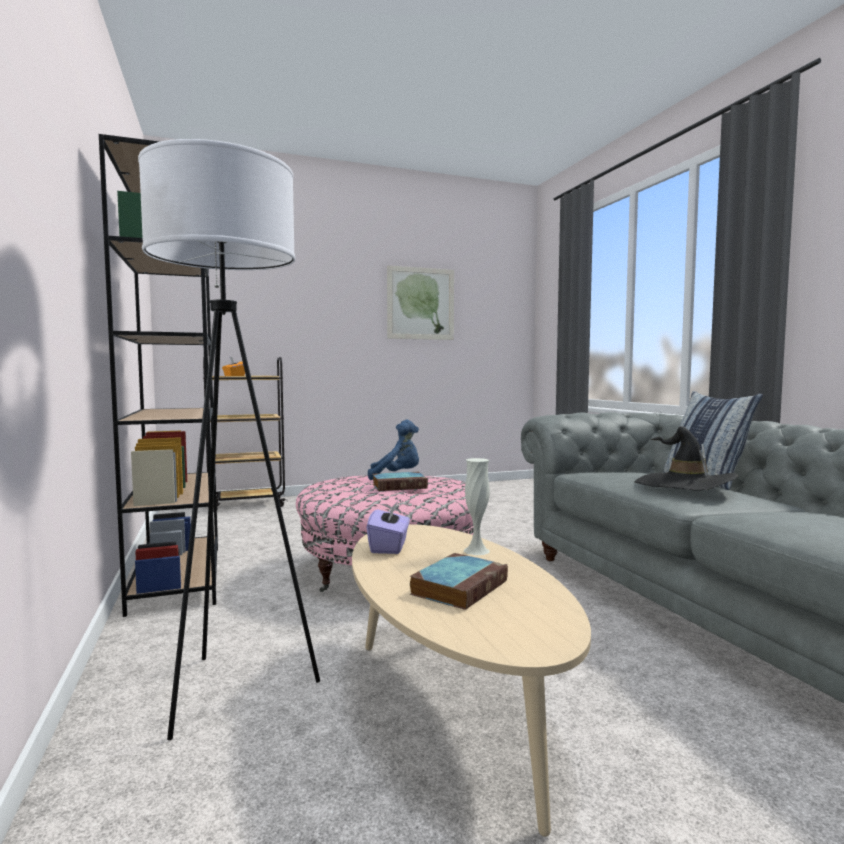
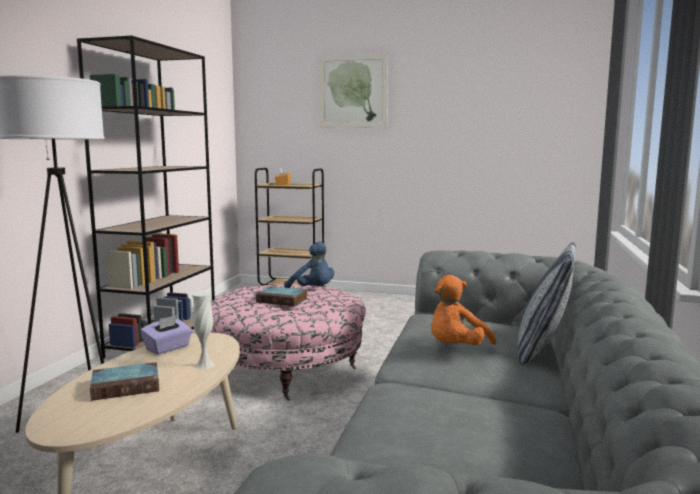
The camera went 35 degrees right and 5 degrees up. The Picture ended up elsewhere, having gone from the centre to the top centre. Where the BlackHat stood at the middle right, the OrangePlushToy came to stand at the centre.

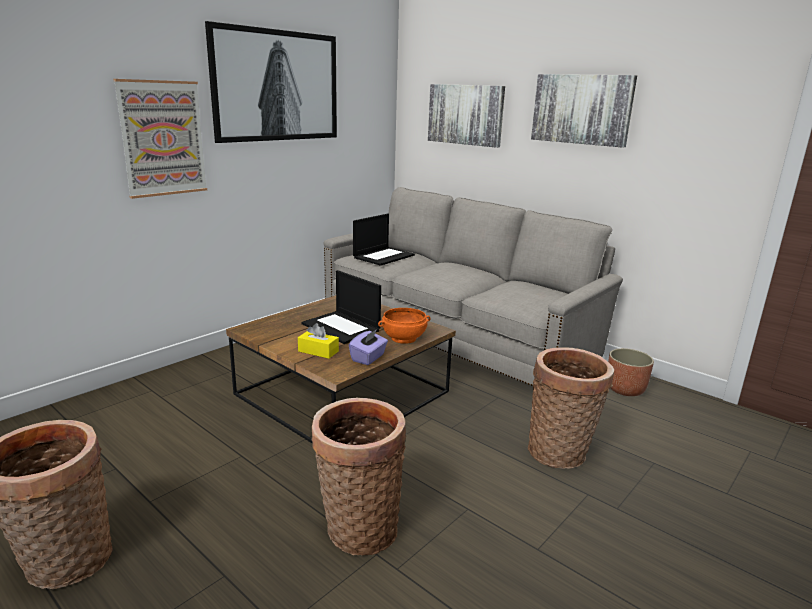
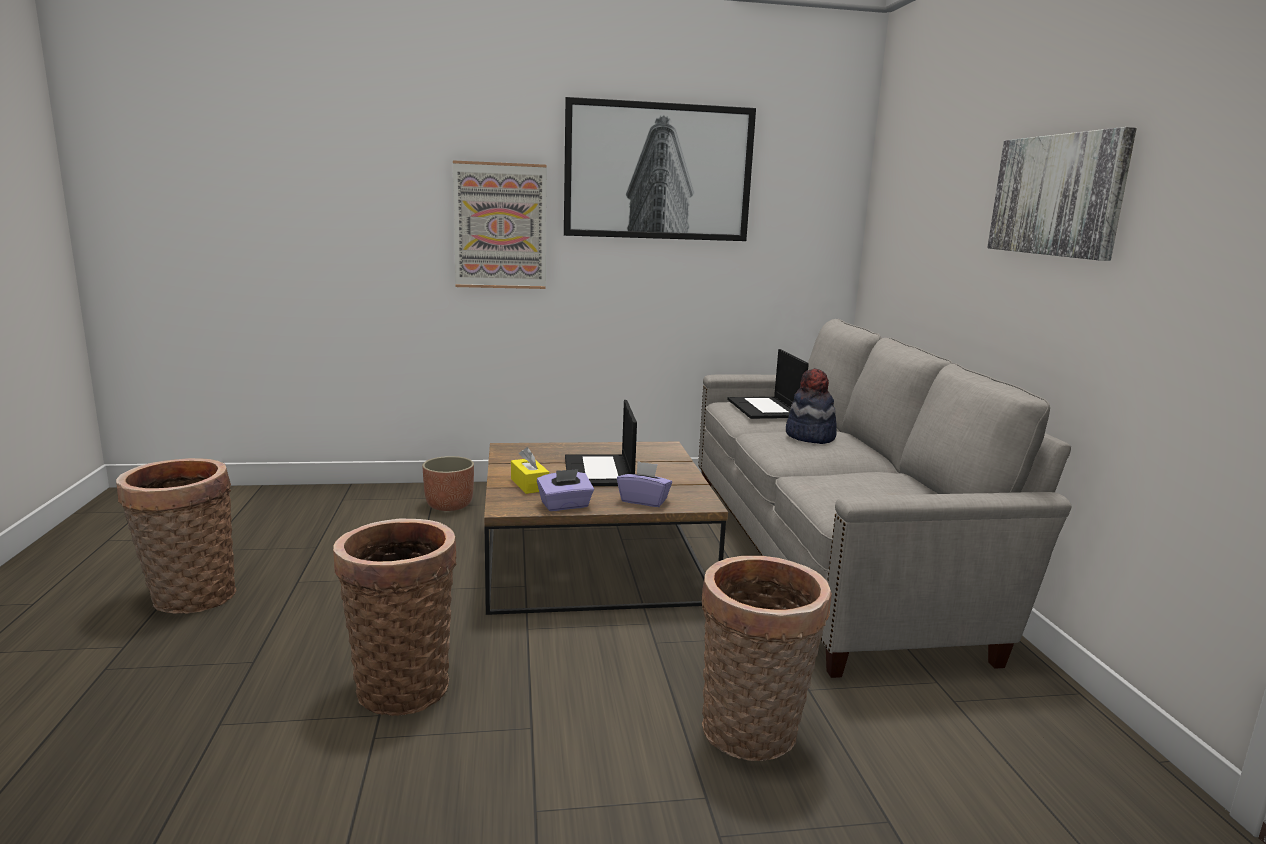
The camera went 40 degrees right and 5 degrees down. The second view lost the Picture (no. 3 from left) at the top centre. The second view gained the Hat at the centre. The Planter ended up elsewhere, having gone from the middle right to the centre. Where the OrangeBowl stood at the centre, the PurpleTissueBox (no. 2 from left) came to stand at the centre. The Laptop (no. 2 from left) at the centre ended up facing another way, 90 degrees clockwise from before.

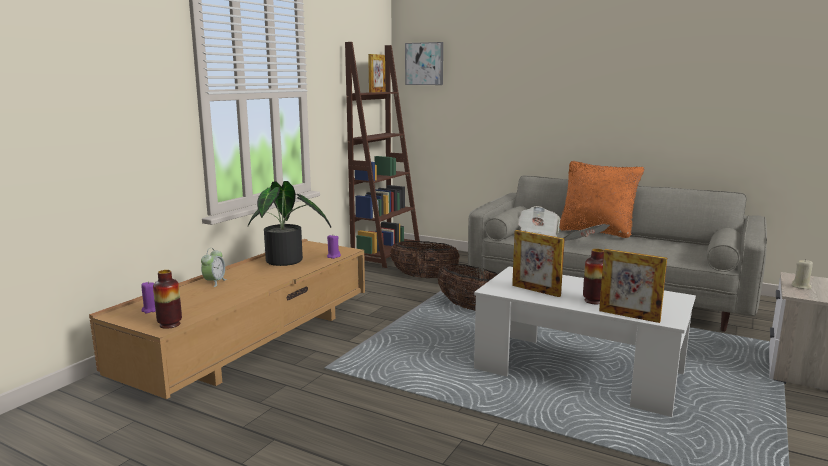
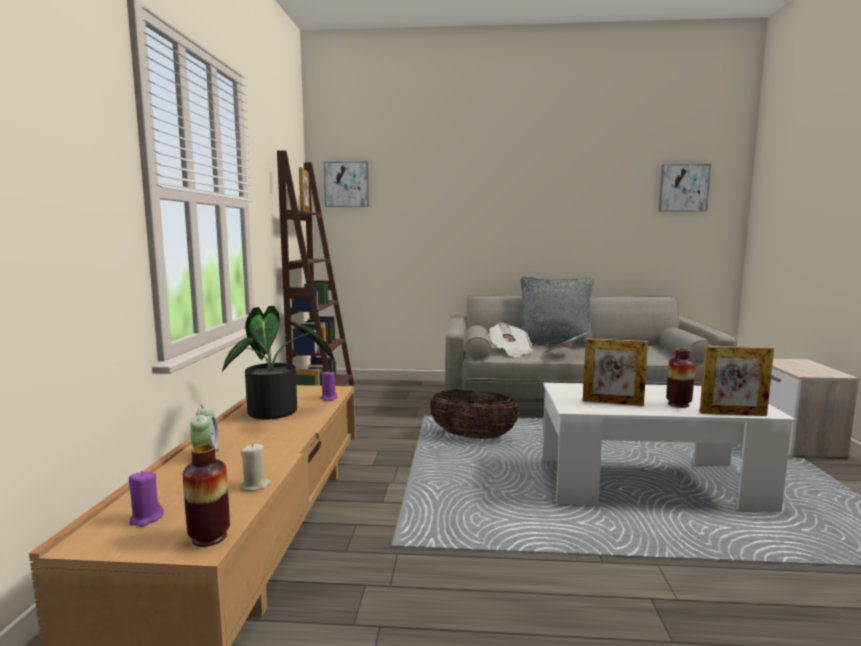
The camera went 25 degrees left and 5 degrees down. The second view lost the Basket (no. 1 from left) at the centre. The second view gained the Picture (no. 2 from left) at the top right. The BeigeCandle ended up elsewhere, having gone from the middle right to the bottom left. What was the OrangePillow at the middle right turned into the GreyPillow at the centre.

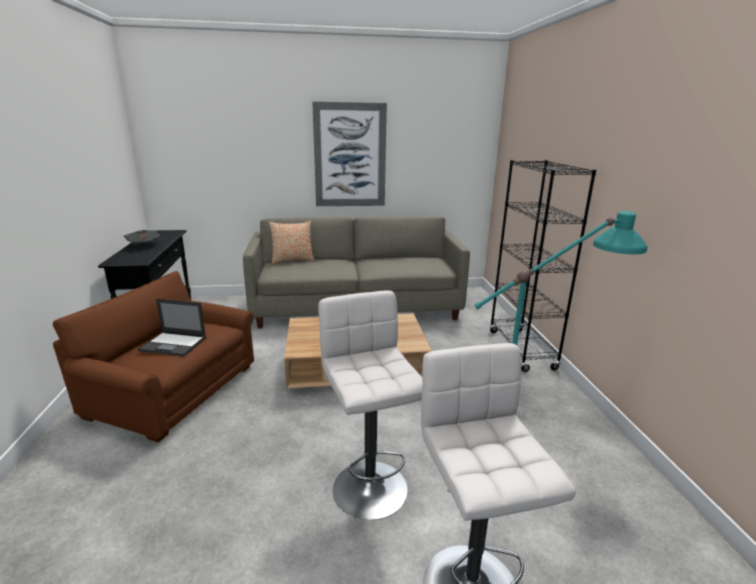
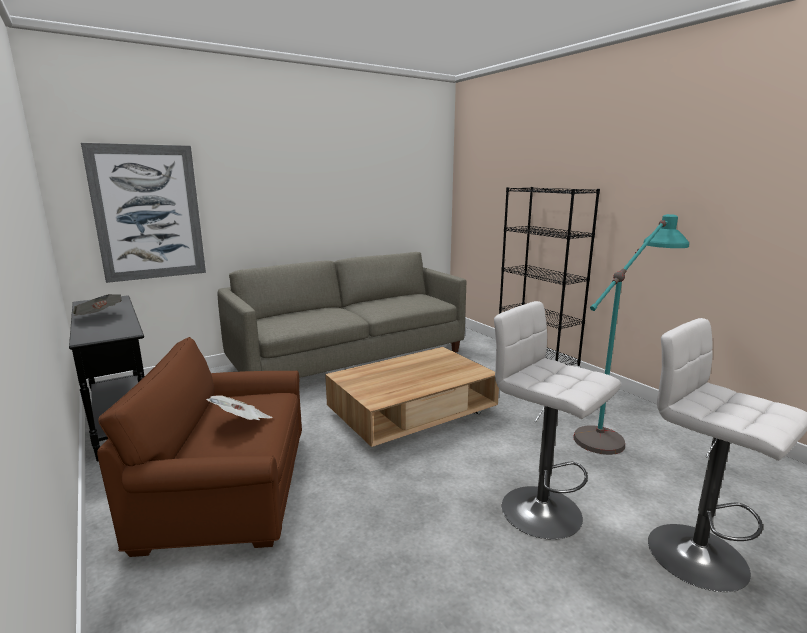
The camera went 25 degrees left and 5 degrees down. The second view lost the BeigePillow at the centre. The Picture ended up elsewhere, having gone from the top centre to the middle left. Where the Laptop stood at the middle left, the Newspaper (no. 2 from left) came to stand at the middle left.

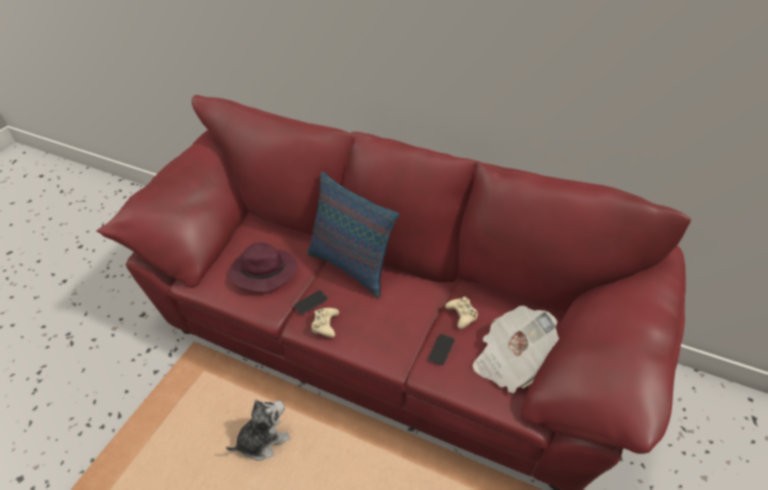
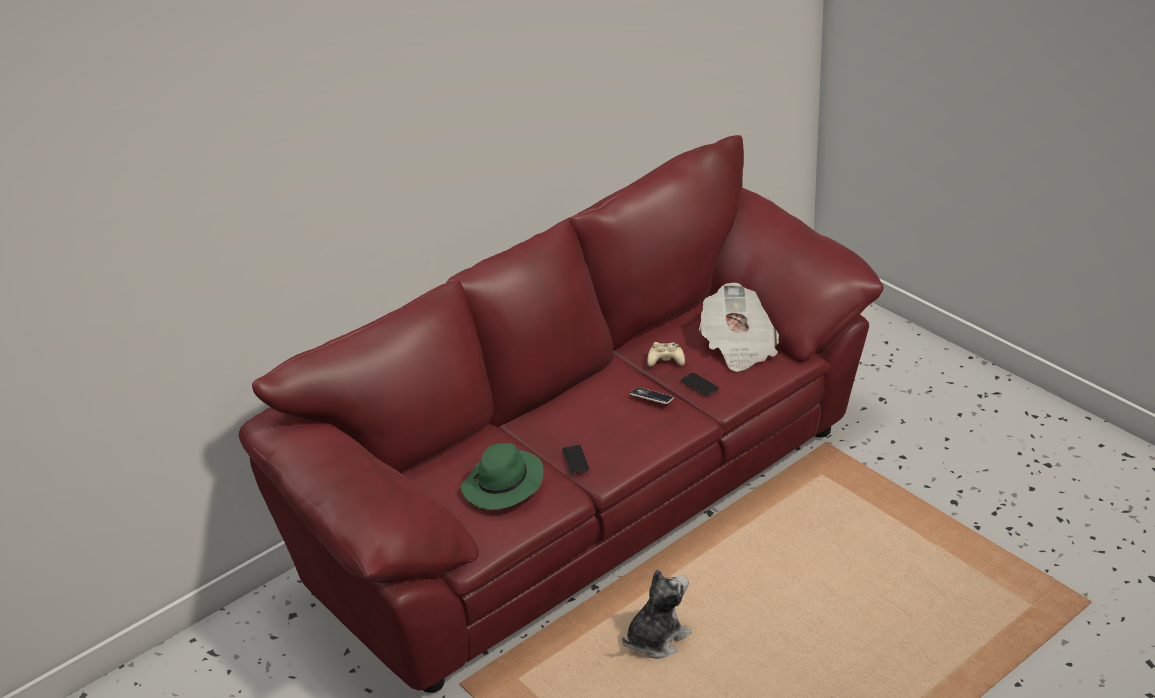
The camera went 65 degrees left and 10 degrees down. The second view lost the BluePillow at the centre. The second view lost the BeigeGameController (no. 1 from left) at the centre. The second view gained the Phone (no. 2 from left) at the centre. What was the PurpleHat at the centre turned into the GreenHat at the bottom centre. The PlushToy at the bottom centre ended up facing another way, 60 degrees clockwise from before.

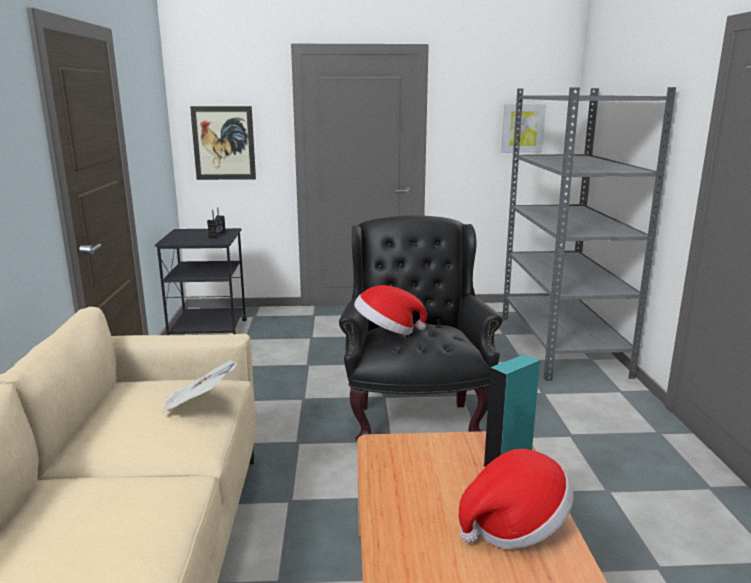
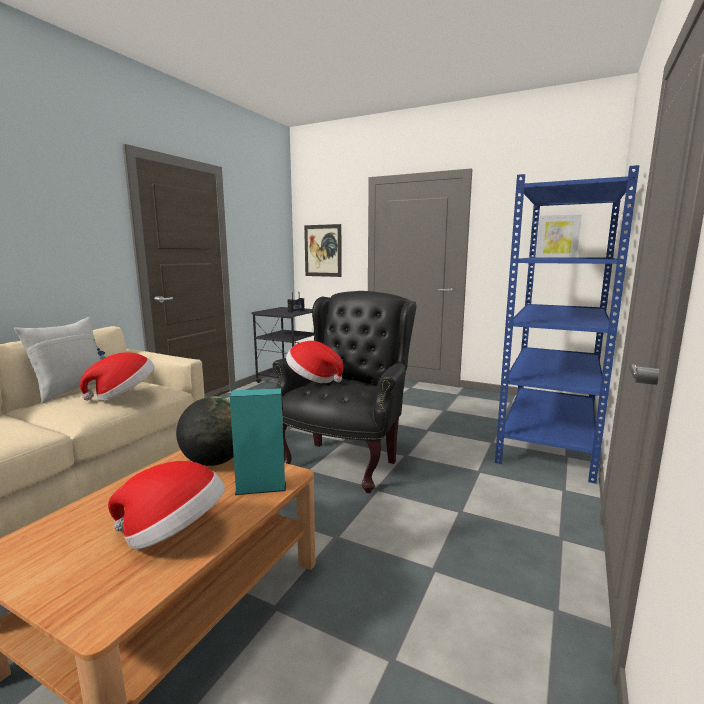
The camera went 30 degrees right and 5 degrees down. The second view gained the GreyPillow at the middle left. The second view gained the Globe at the middle left. Where the Newspaper stood at the middle left, the Hat (no. 1 from left) came to stand at the middle left. What was the GreyBookcase at the middle right turned into the BlueBookcase at the middle right.

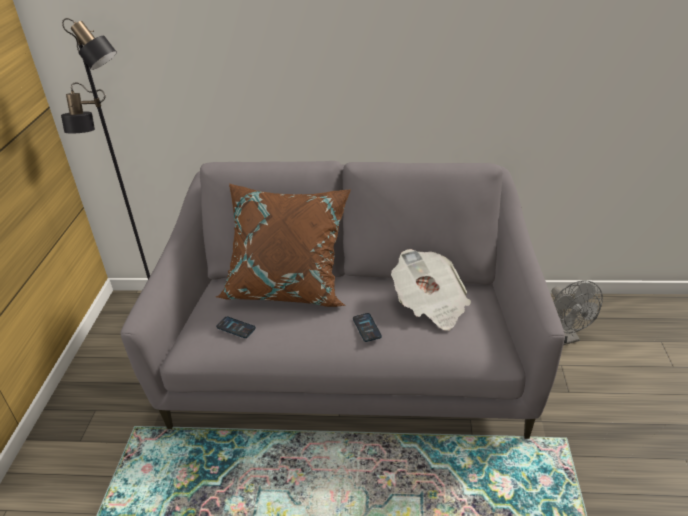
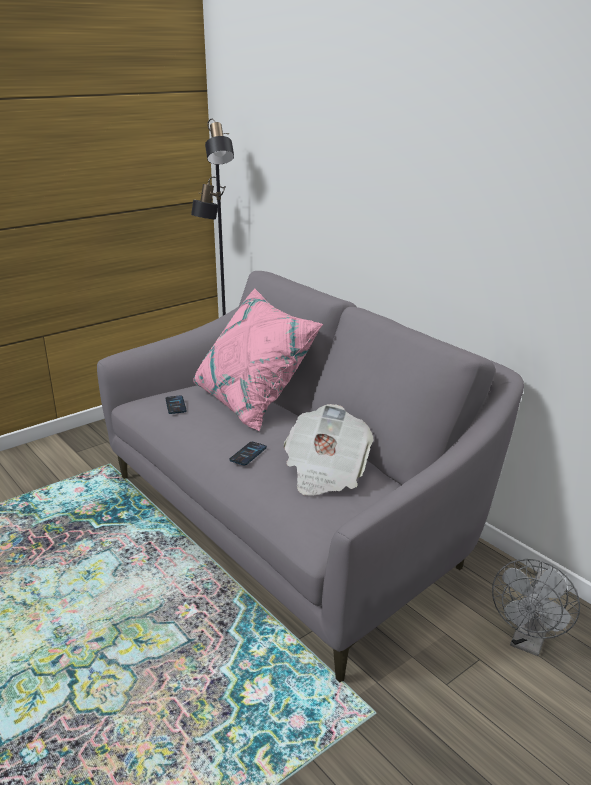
The camera went 45 degrees right and 10 degrees down. What was the BrownPillow at the centre turned into the PinkPillow at the centre.

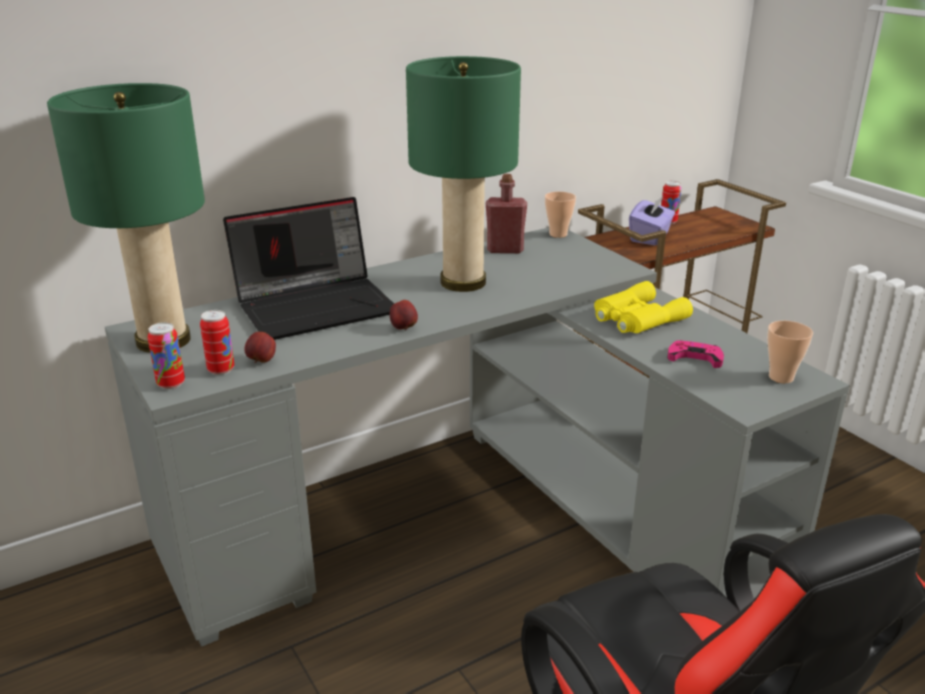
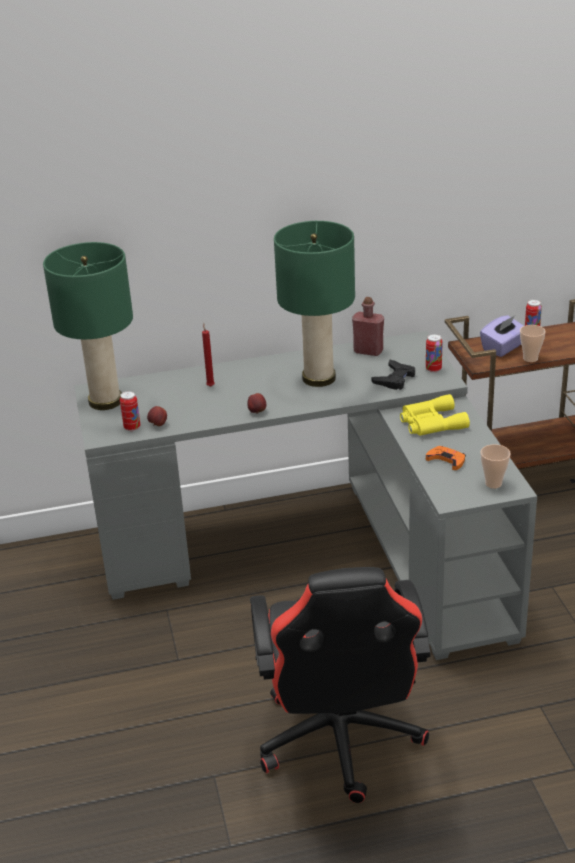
The camera went 20 degrees right and 5 degrees up. The second view gained the BlackGameController at the middle right. The Can (no. 1 from left in the first image) ended up elsewhere, having gone from the middle left to the middle right. The Cup (no. 1 from left in the first image) ended up elsewhere, having gone from the top centre to the middle right. Where the Laptop stood at the middle left, the RedCandle came to stand at the centre. What was the PinkGameController at the middle right turned into the OrangeGameController at the middle right.

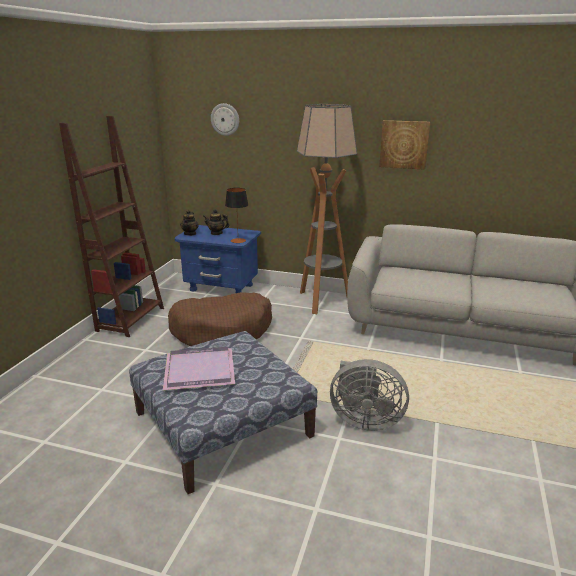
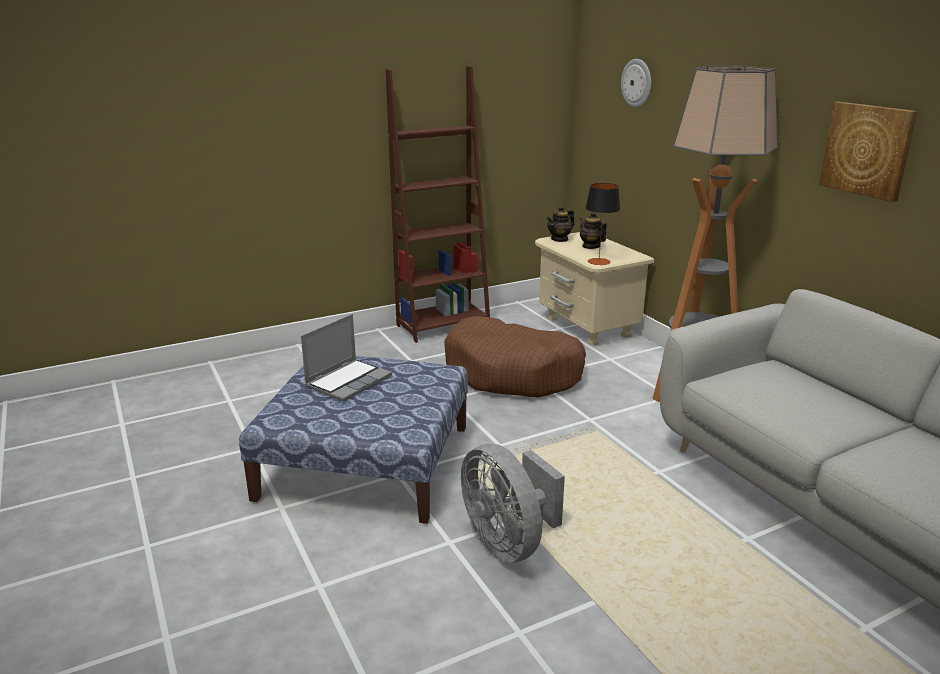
The camera went 45 degrees right and 0 degrees up. Where the PurpleTray stood at the centre, the Laptop came to stand at the centre. What was the BlueNightstand at the centre turned into the BeigeNightstand at the centre.

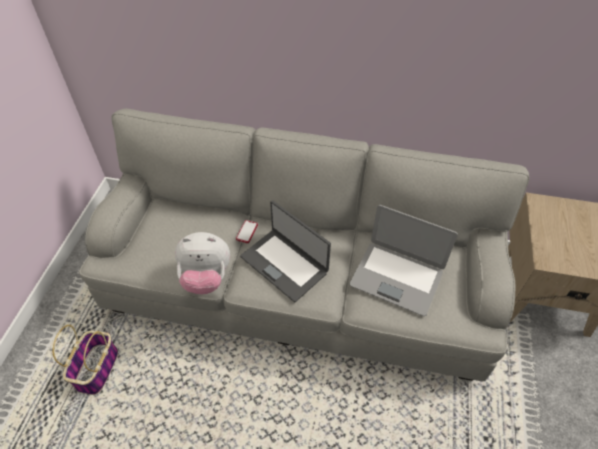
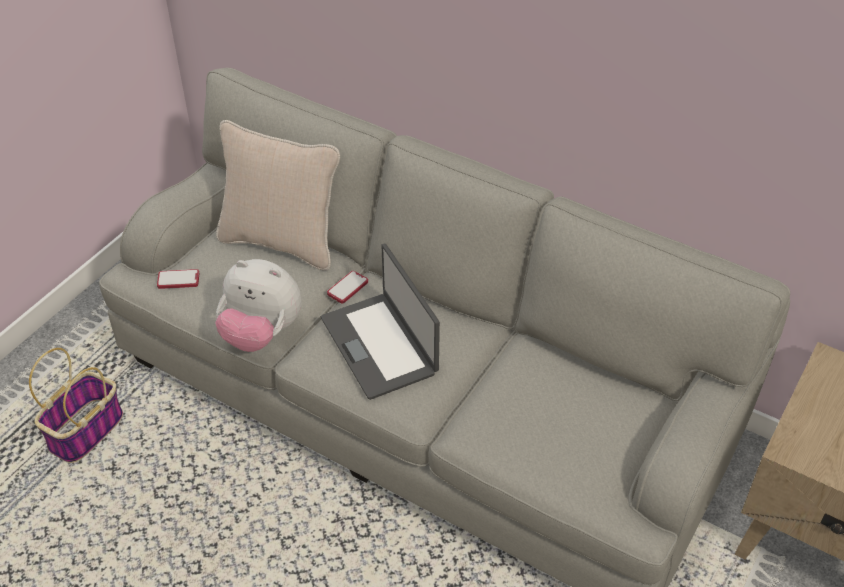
The camera went 20 degrees right and 5 degrees down. The second view lost the Laptop (no. 2 from left) at the middle right. The second view gained the Phone (no. 1 from left) at the middle left. The second view gained the BeigePillow at the top left.

